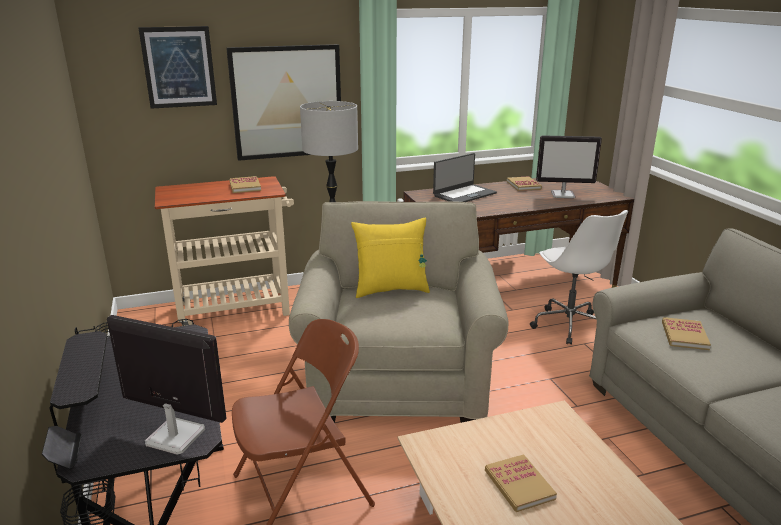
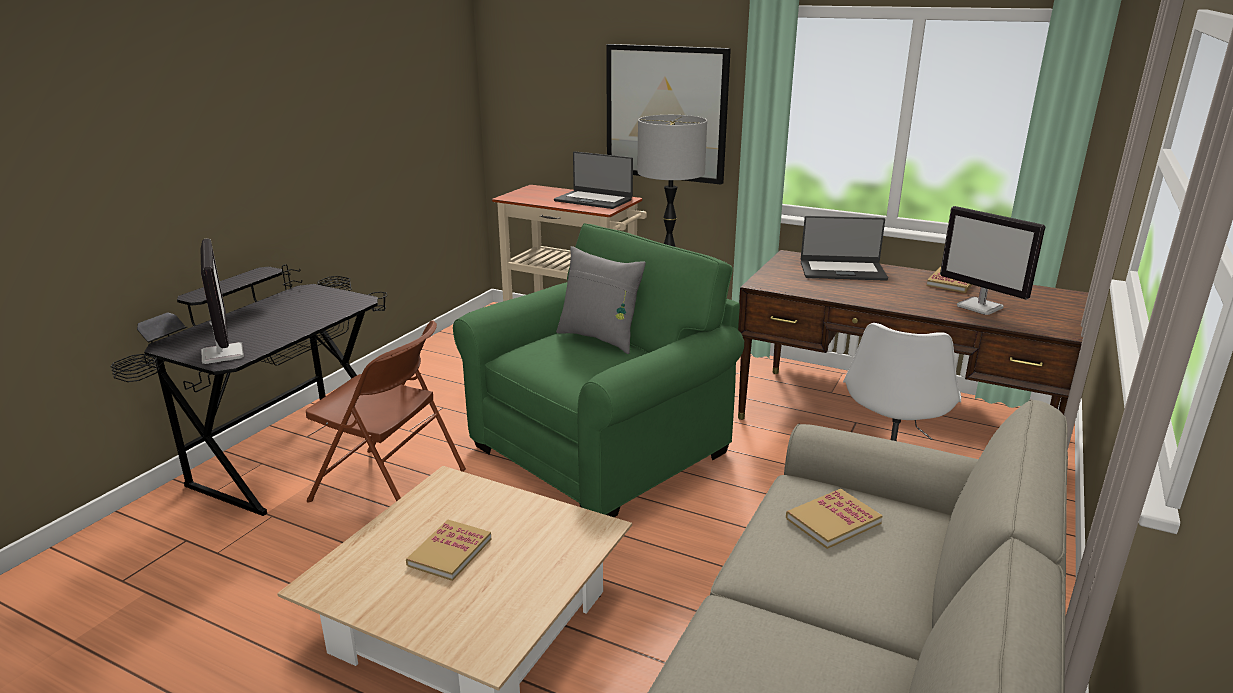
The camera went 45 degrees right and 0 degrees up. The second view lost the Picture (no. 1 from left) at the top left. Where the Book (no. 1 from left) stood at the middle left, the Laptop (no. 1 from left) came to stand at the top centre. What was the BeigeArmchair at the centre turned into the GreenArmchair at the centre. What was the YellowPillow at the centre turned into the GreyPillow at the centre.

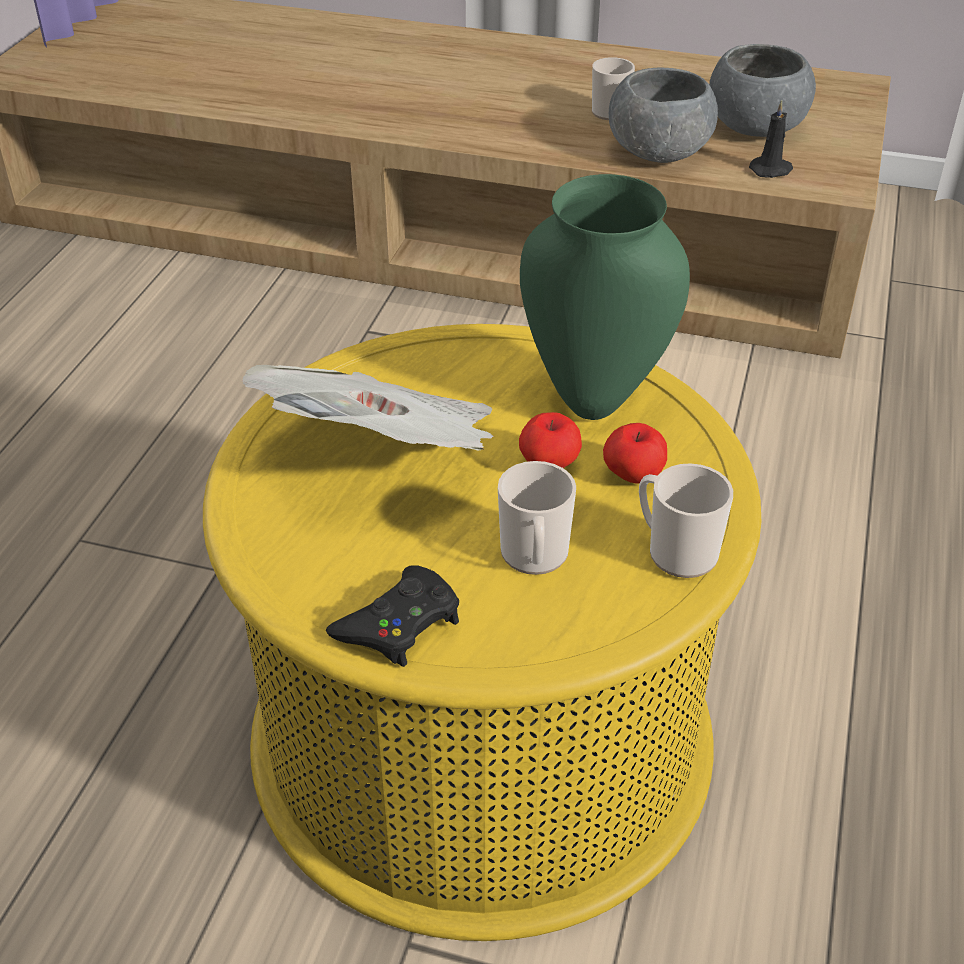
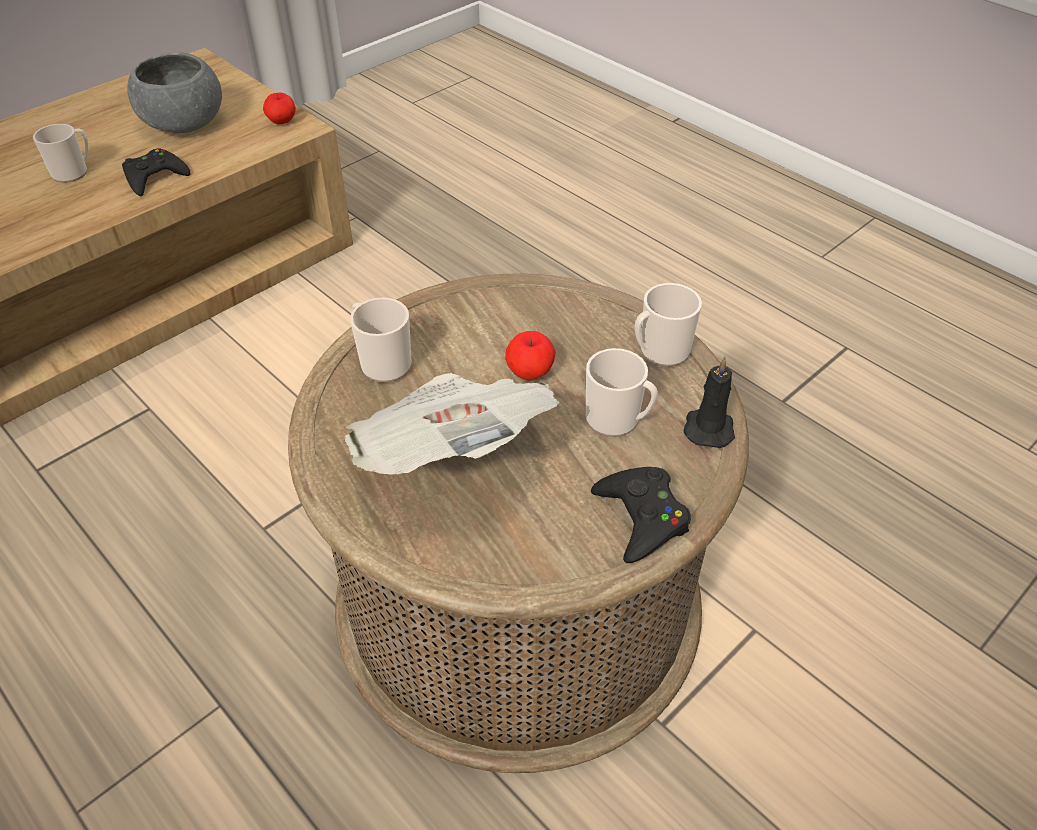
The camera went 60 degrees left and 5 degrees up. The second view lost the GreenVase at the top centre. The second view gained the Mug (no. 2 from left) at the centre. The Apple (no. 2 from left in the first image) ended up elsewhere, having gone from the centre to the top left. The BlackCandle ended up elsewhere, having gone from the top right to the middle right. Where the GreyBowl (no. 1 from left) stood at the top right, the BlackGameController (no. 1 from left) came to stand at the top left. What was the YellowCoffeeTable at the centre turned into the BrownCoffeeTable at the centre.

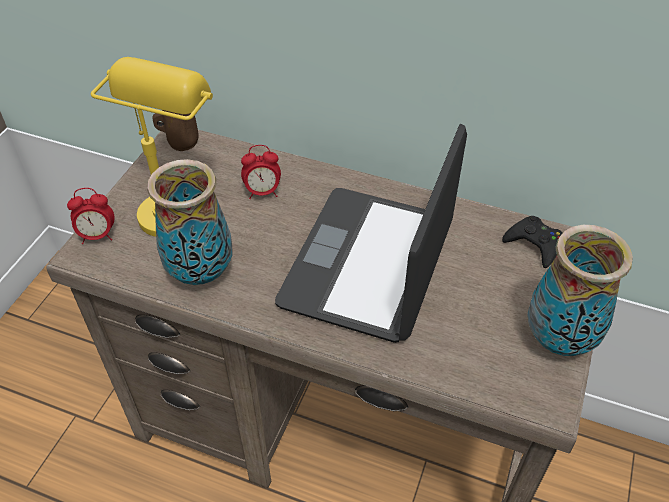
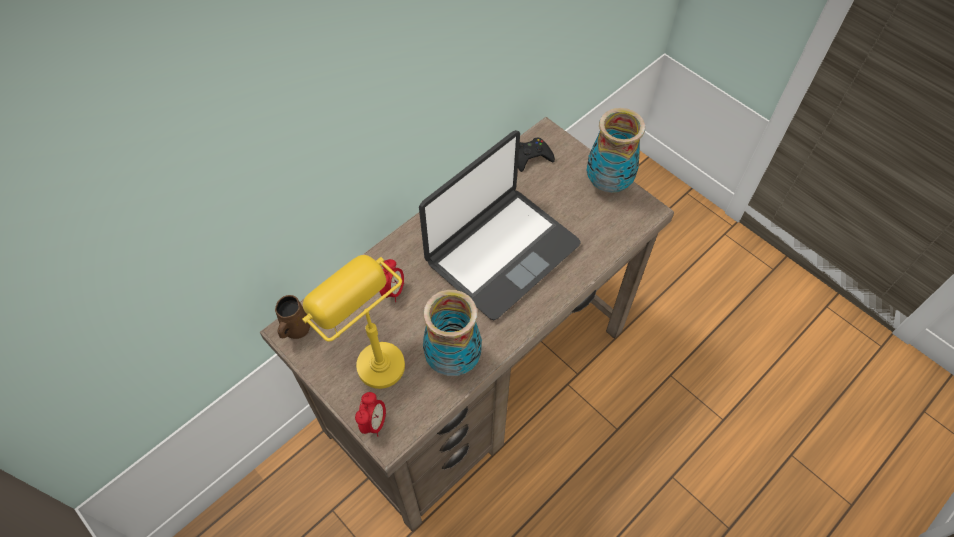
The camera went 65 degrees left and 10 degrees up. The Laptop at the centre ended up facing another way, 90 degrees counterclockwise from before.

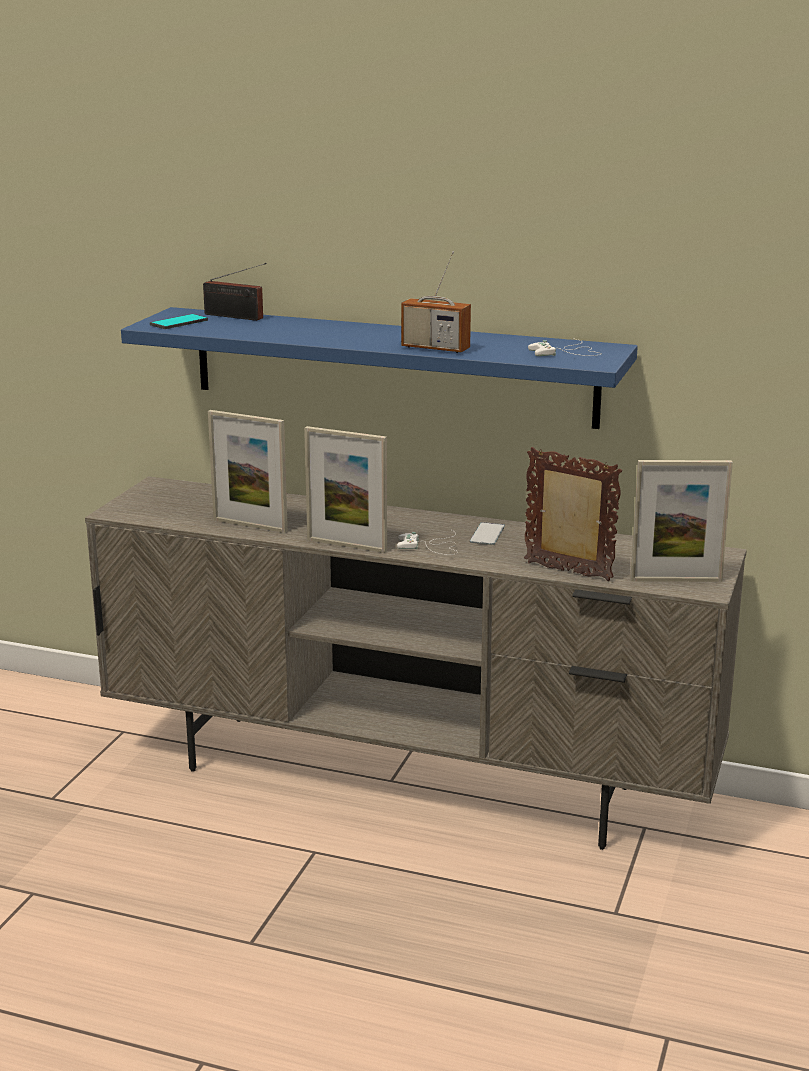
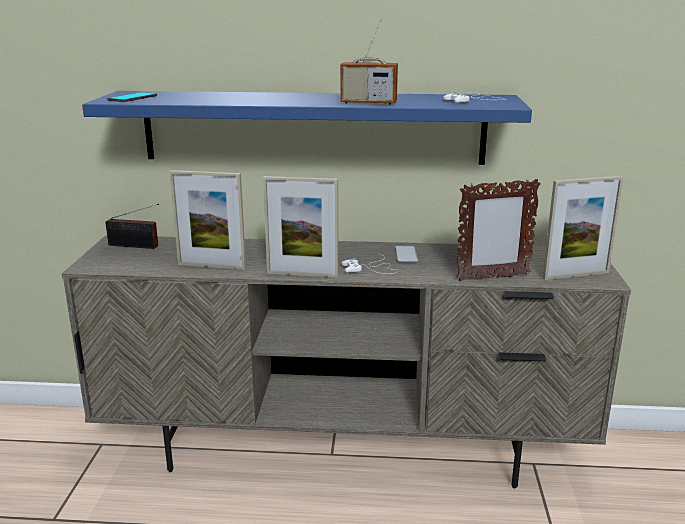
The camera went 15 degrees left and 0 degrees up. The Radio (no. 1 from left) ended up elsewhere, having gone from the top left to the middle left. The PictureFrame (no. 3 from left) at the middle right ended up facing another way, 150 degrees clockwise from before.

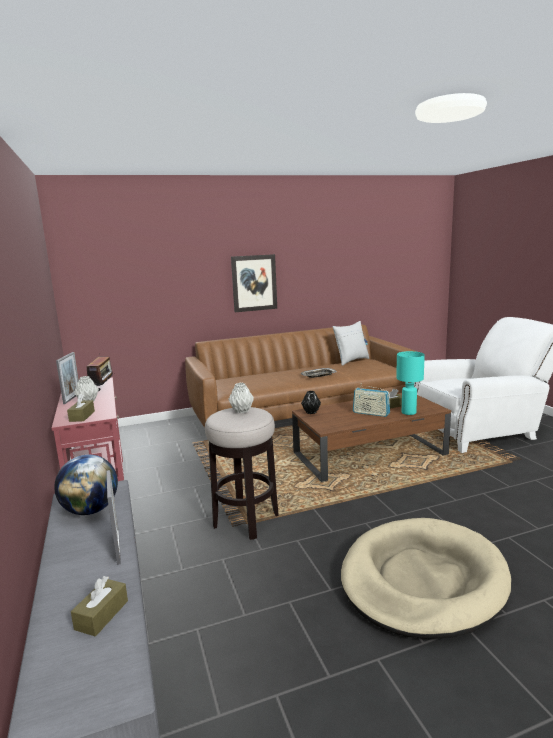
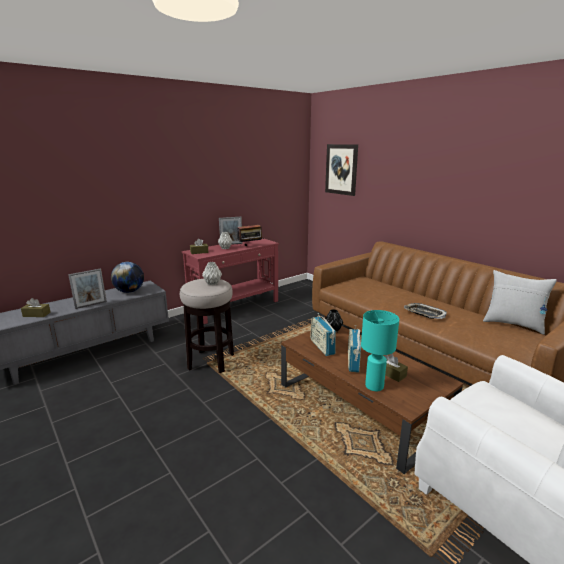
The camera went 70 degrees right and 5 degrees up. The second view lost the BeigeDogBed at the bottom right. The second view gained the Radio (no. 2 from left) at the centre. The Picture ended up elsewhere, having gone from the centre to the top centre.

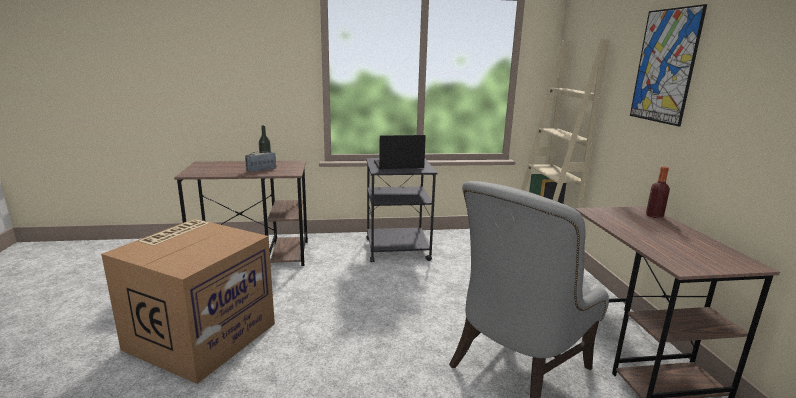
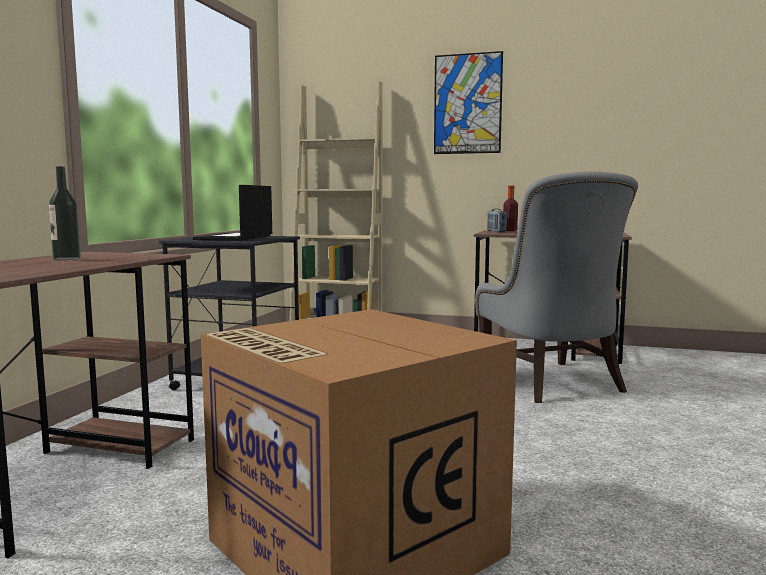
The camera went 65 degrees left and 10 degrees down. The Radio ended up elsewhere, having gone from the middle left to the centre.

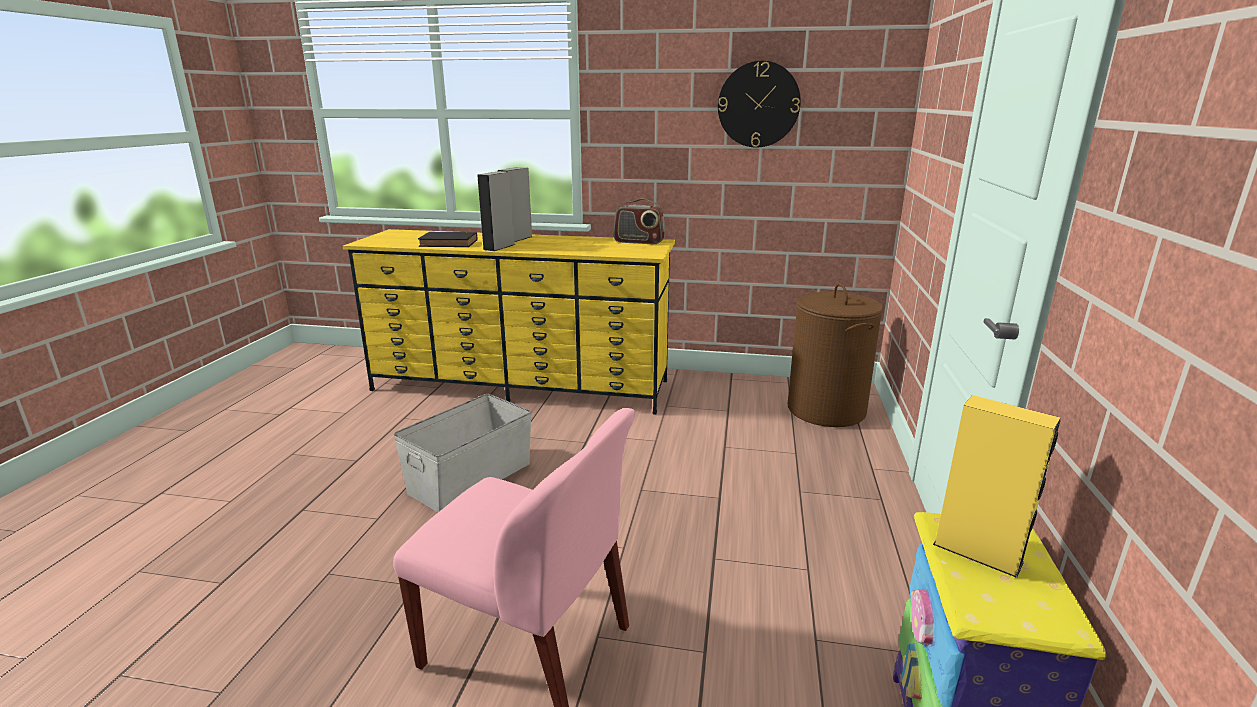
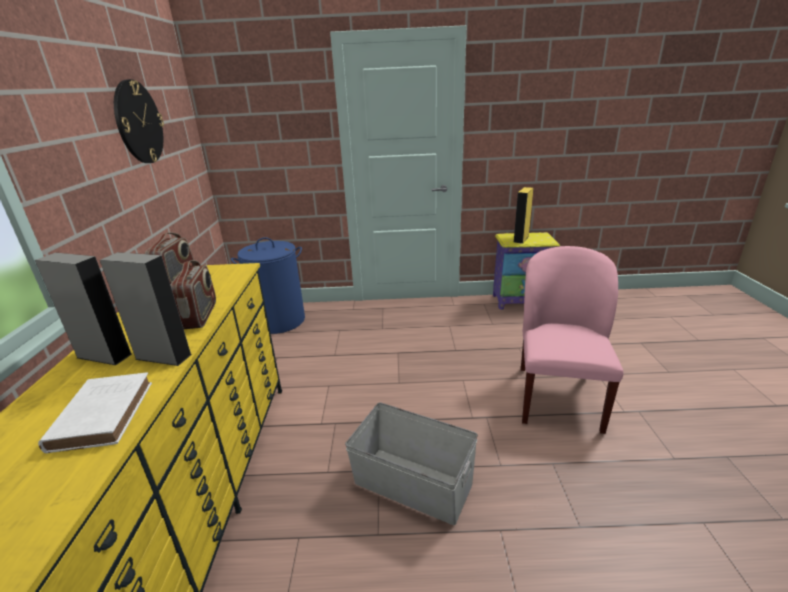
The camera went 100 degrees left and 5 degrees up. The second view gained the Radio (no. 2 from left) at the middle left. What was the BlackBook at the centre turned into the WhiteBook at the bottom left. What was the BrownLaundryBasket at the centre turned into the BlueLaundryBasket at the centre.

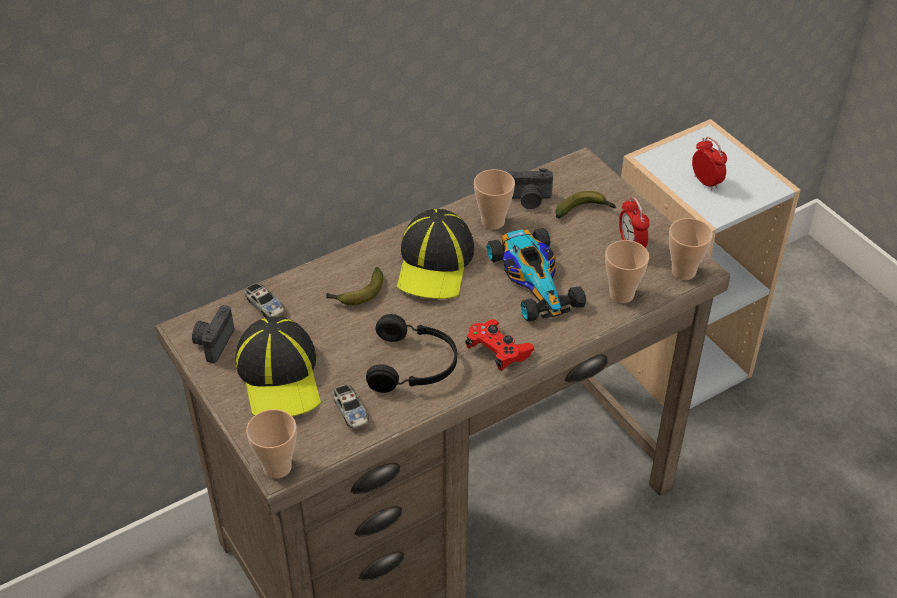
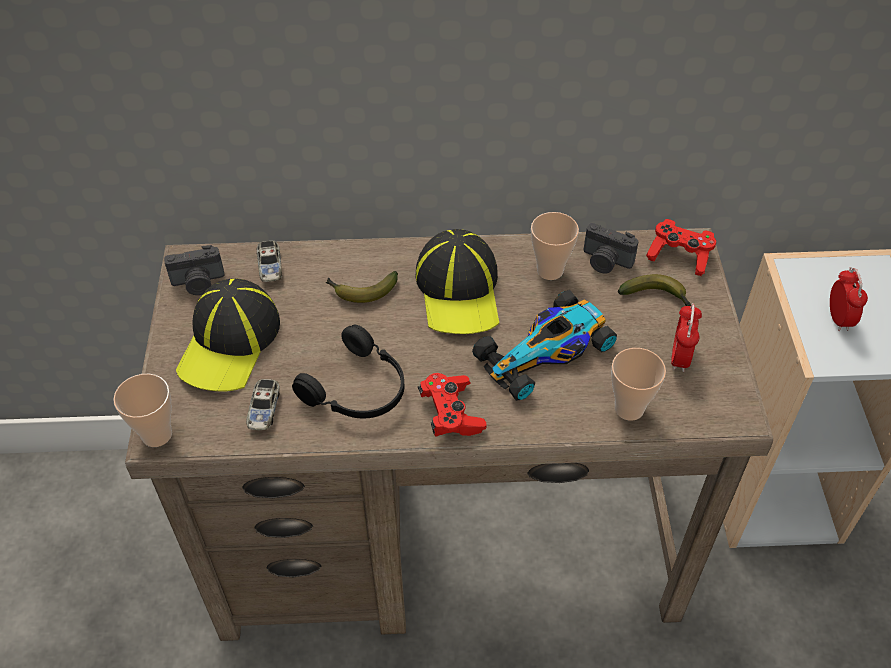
The camera went 30 degrees right and 5 degrees up. The second view lost the Cup (no. 4 from left) at the middle right. The second view gained the RedGameController (no. 2 from left) at the middle right. The PhotoCamera (no. 1 from left) at the middle left ended up facing another way, 150 degrees counterclockwise from before. The Cap (no. 2 from left) at the centre ended up facing another way, 45 degrees counterclockwise from before. The ToyCar (no. 3 from left) at the centre ended up facing another way, 45 degrees clockwise from before.

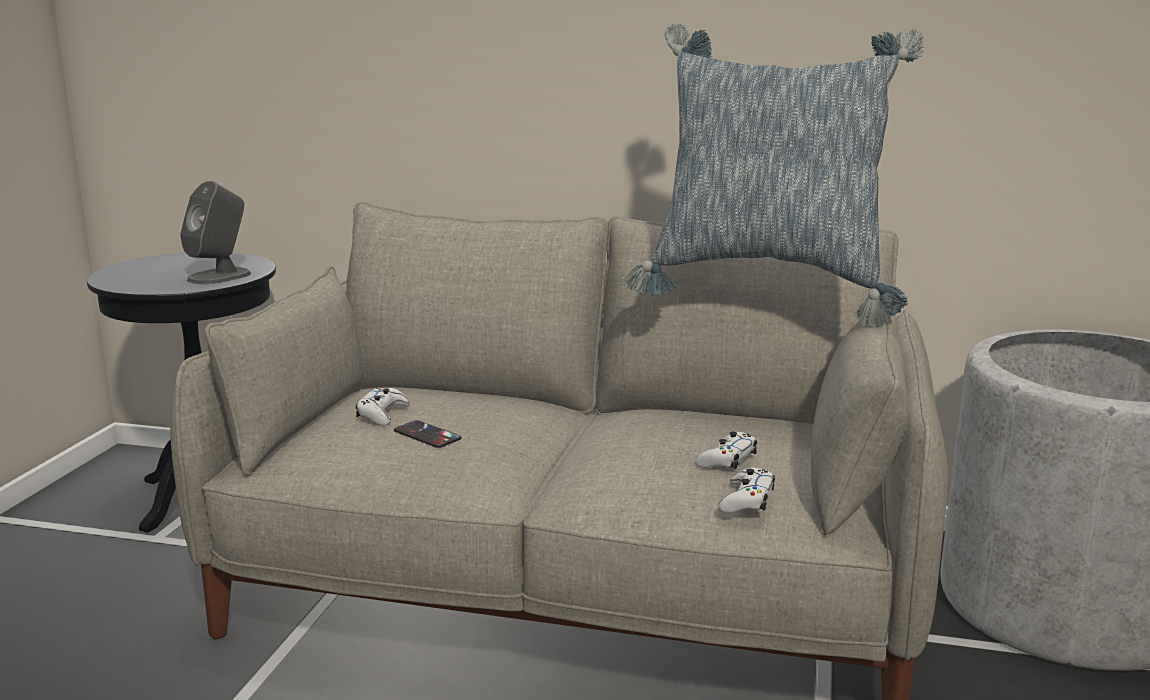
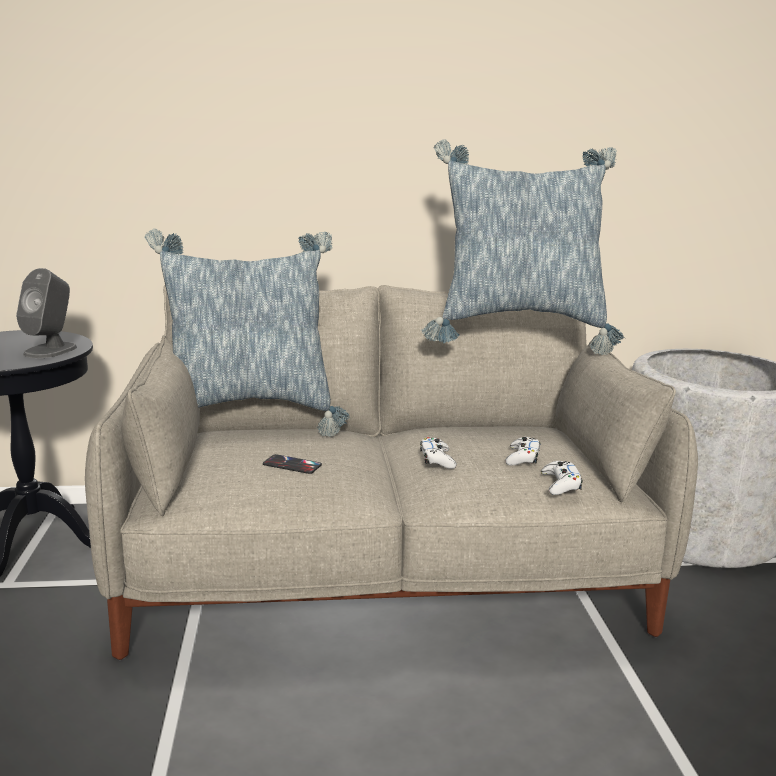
The camera went 20 degrees left and 0 degrees up. The second view gained the Pillow (no. 1 from left) at the middle left. The WhiteGameController (no. 1 from left) ended up elsewhere, having gone from the middle left to the centre.

